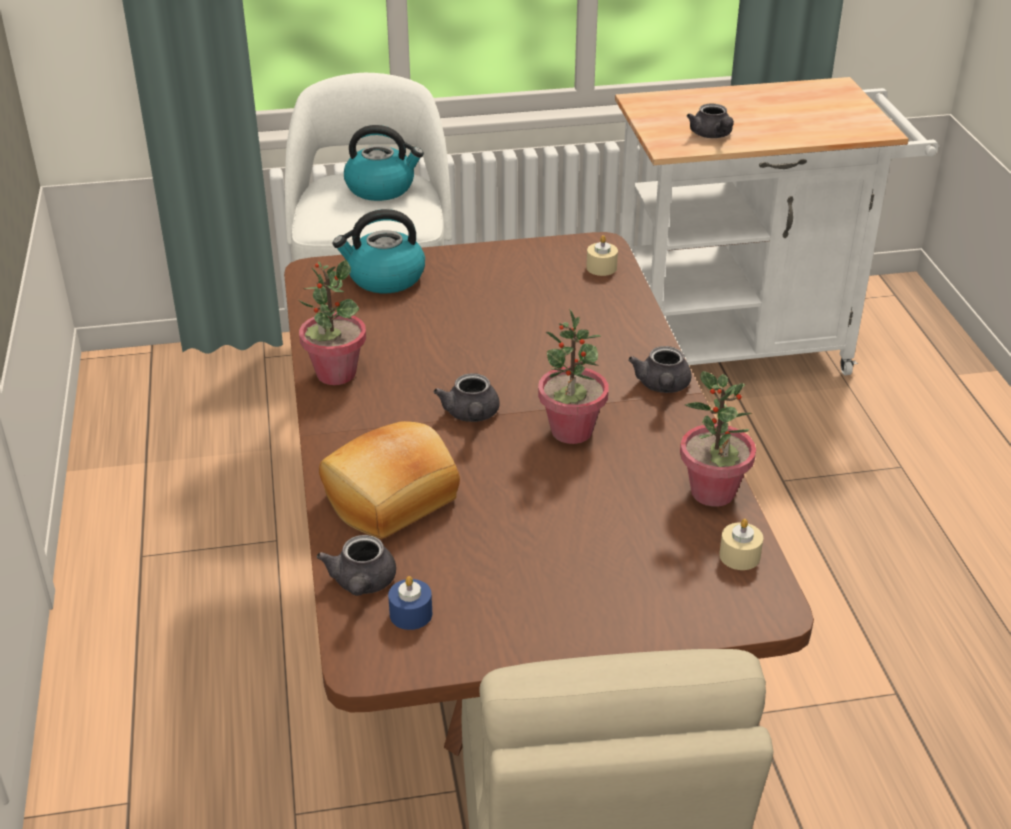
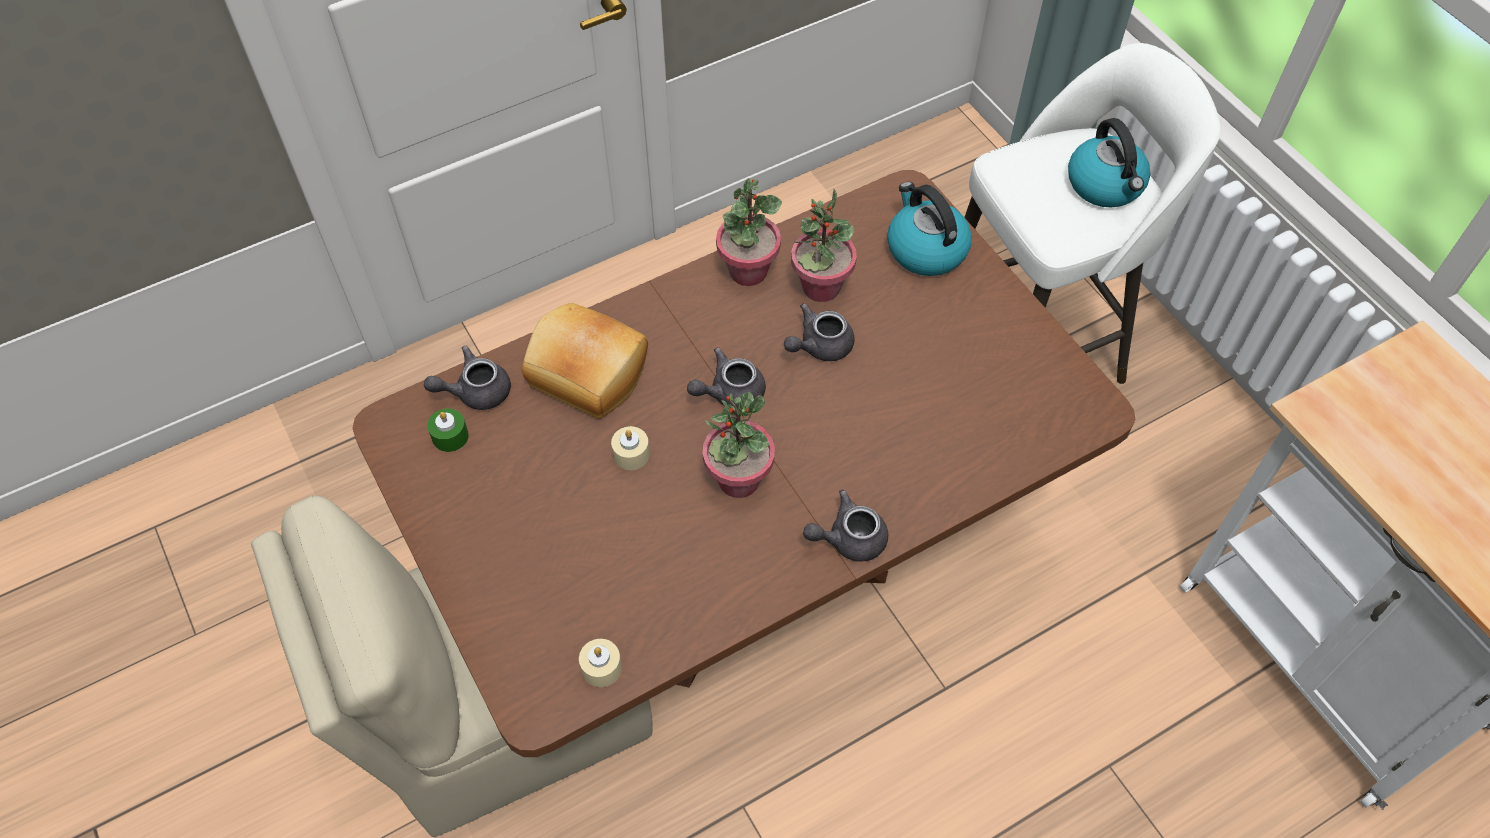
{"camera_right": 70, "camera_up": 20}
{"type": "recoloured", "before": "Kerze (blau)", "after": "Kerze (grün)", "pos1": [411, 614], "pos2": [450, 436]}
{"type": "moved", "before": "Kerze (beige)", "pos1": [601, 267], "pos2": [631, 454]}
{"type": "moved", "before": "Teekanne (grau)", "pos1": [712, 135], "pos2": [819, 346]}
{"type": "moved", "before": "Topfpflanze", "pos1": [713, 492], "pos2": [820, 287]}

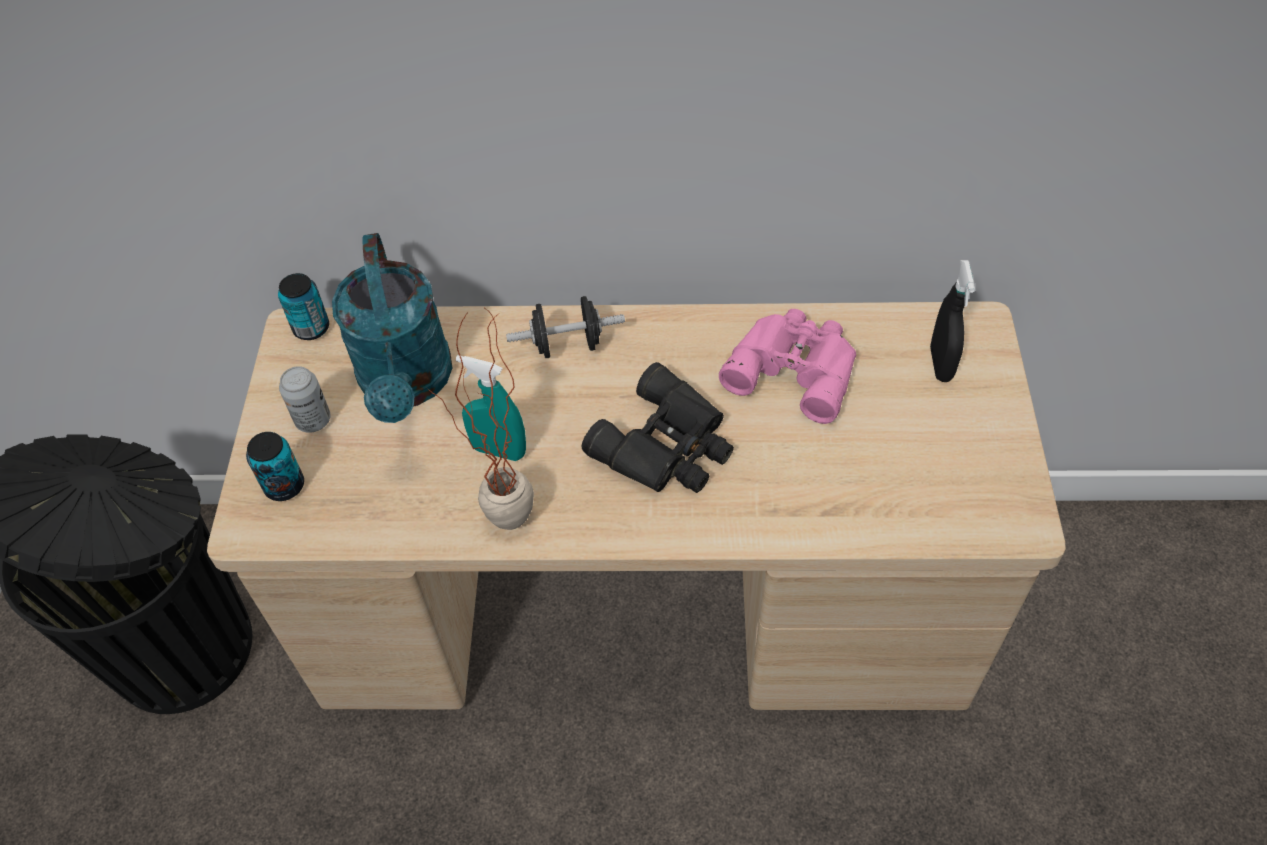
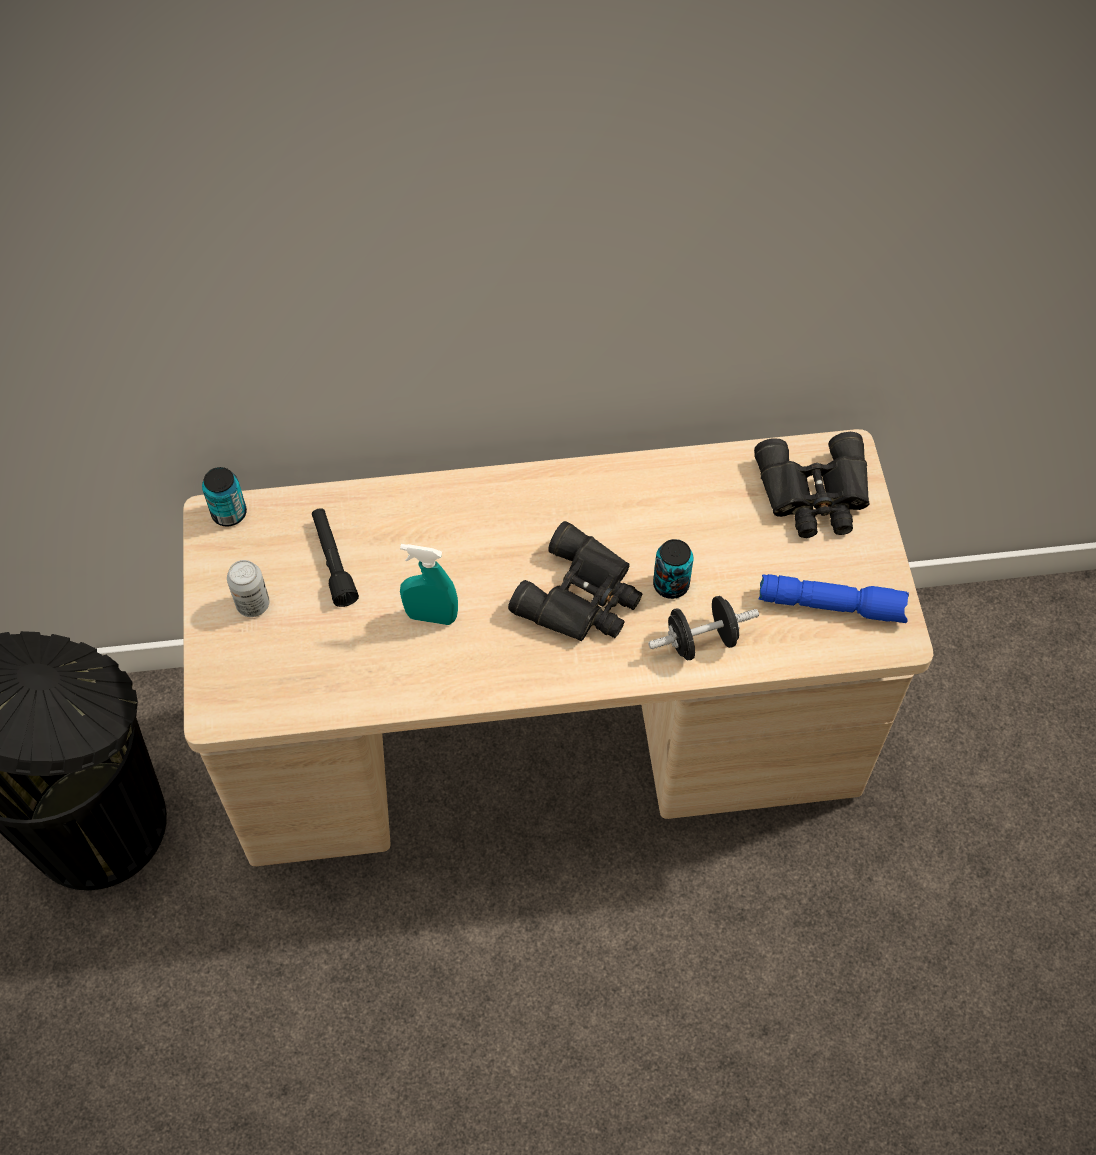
{"camera_right": -10, "camera_up": 5}
{"type": "replaced", "before": "Gießkanne (türkis)", "after": "Taschenlampe (schwarz)", "pos1": [407, 385], "pos2": [333, 562]}
{"type": "moved", "before": "Hantel (schwarz)", "pos1": [567, 345], "pos2": [701, 641]}
{"type": "moved", "before": "Dose", "pos1": [284, 486], "pos2": [671, 585]}
{"type": "replaced", "before": "Sprühflasche (schwarz)", "after": "Fernglas (schwarz)", "pos1": [940, 364], "pos2": [815, 495]}
{"type": "added", "after": "Taschenlampe (blau)", "pos2": [832, 604]}
{"type": "removed", "before": "Topfpflanze", "pos1": [506, 533]}
{"type": "removed", "before": "Fernglas (rosa)", "pos1": [794, 367]}

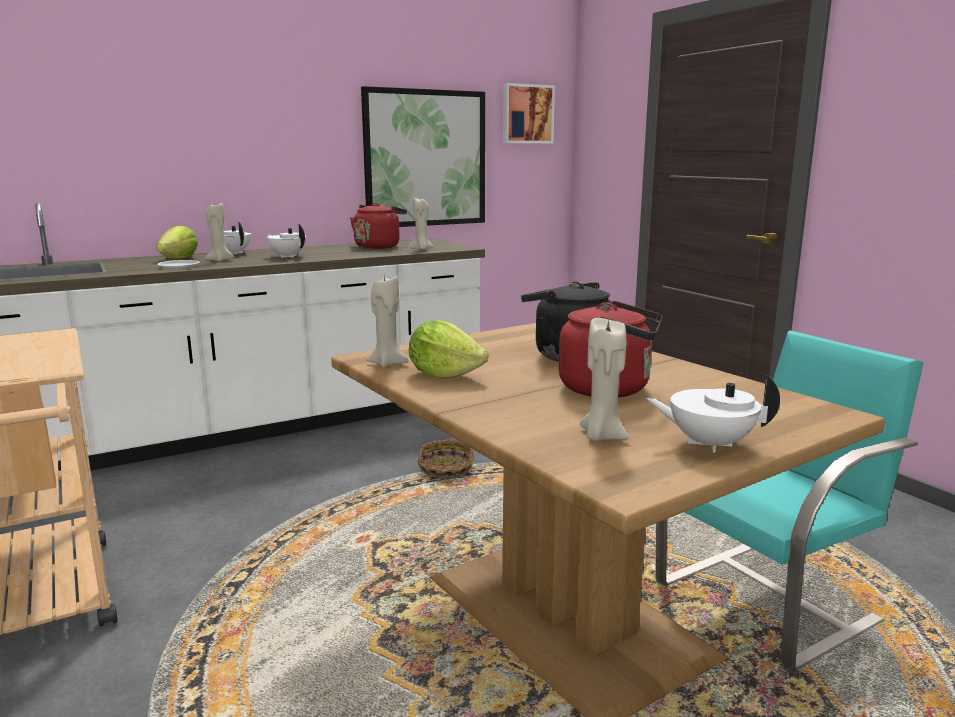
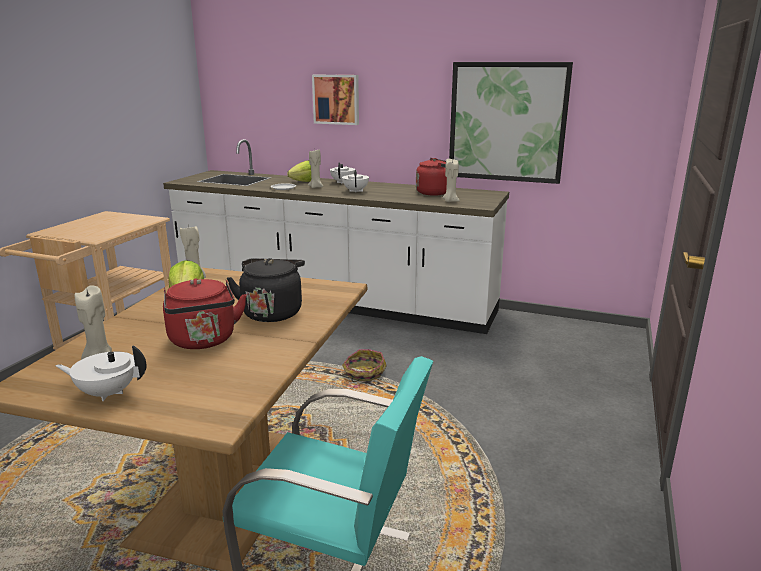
{"camera_right": 50, "camera_up": 5}
{"type": "turned", "before": "Teekanne (weiß)", "pos1": [709, 444], "pos2": [107, 393], "turn": -60}
{"type": "moved", "before": "Bild", "pos1": [527, 114], "pos2": [336, 99]}

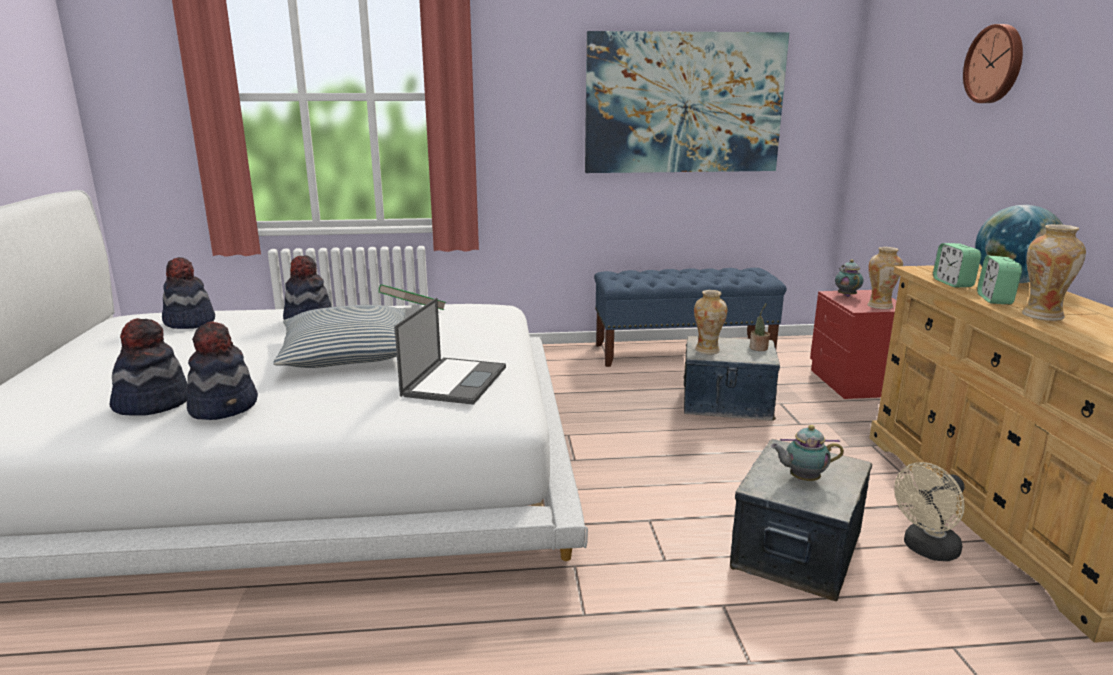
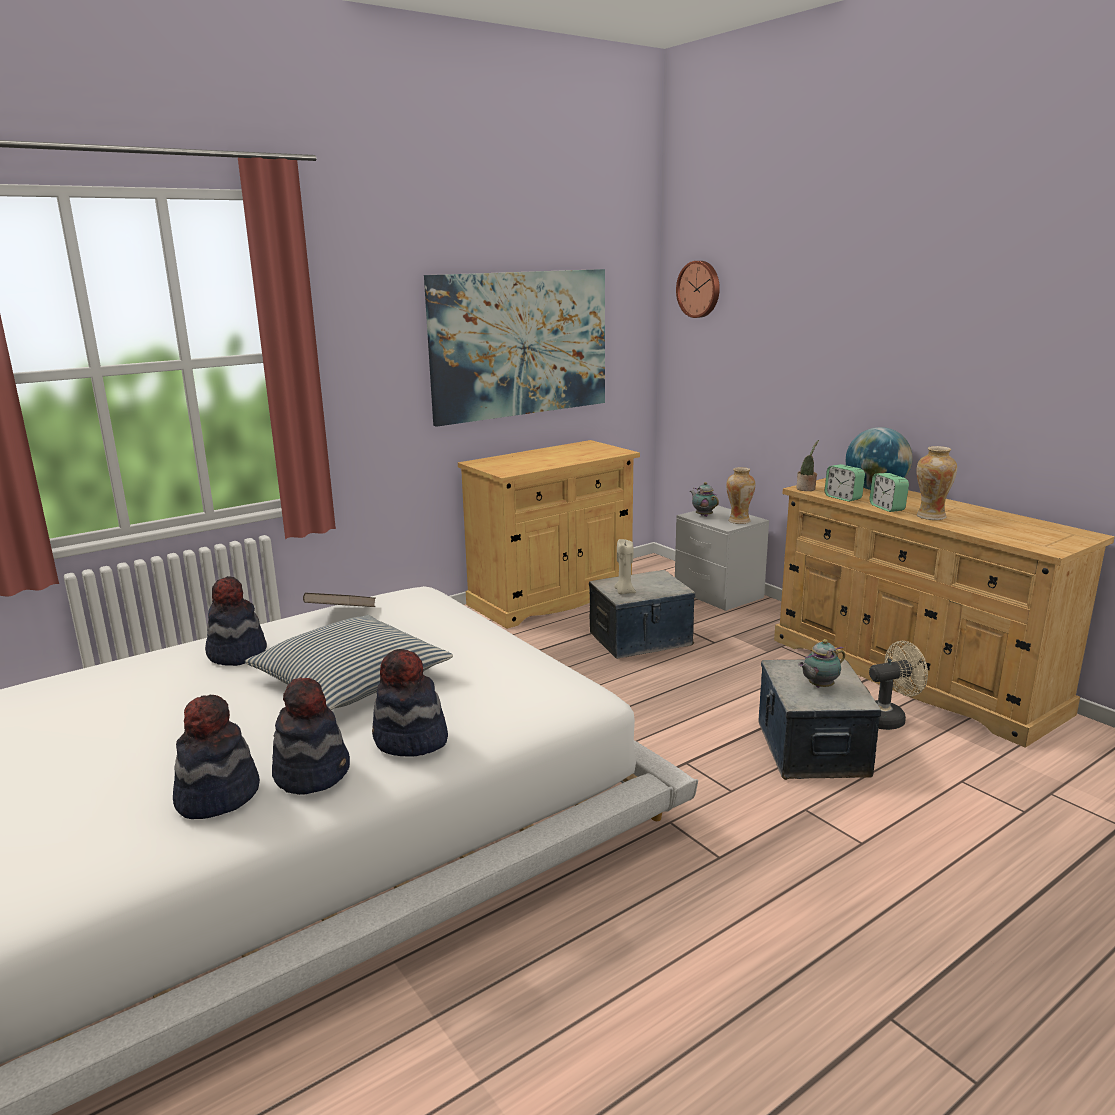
{"camera_right": -30, "camera_up": 0}
{"type": "recoloured", "before": "Buch (grün)", "after": "Buch (braun)", "pos1": [413, 311], "pos2": [342, 615]}
{"type": "moved", "before": "Hut", "pos1": [189, 322], "pos2": [410, 740]}
{"type": "replaced", "before": "Bank (blau)", "after": "Schrank (beige)", "pos1": [683, 352], "pos2": [552, 597]}
{"type": "replaced", "before": "Vase", "after": "Kerze (beige)", "pos1": [707, 350], "pos2": [624, 592]}
{"type": "recoloured", "before": "Nachttisch (rot)", "after": "Nachttisch (grau)", "pos1": [853, 383], "pos2": [718, 594]}
{"type": "moved", "before": "Wanduhr", "pos1": [995, 64], "pos2": [699, 289]}
{"type": "moved", "before": "Topfpflanze", "pos1": [758, 348], "pos2": [806, 489]}
{"type": "turned", "before": "Ventilator (beige)", "pos1": [926, 550], "pos2": [888, 718], "turn": -135}
{"type": "removed", "before": "Laptop", "pos1": [455, 380]}

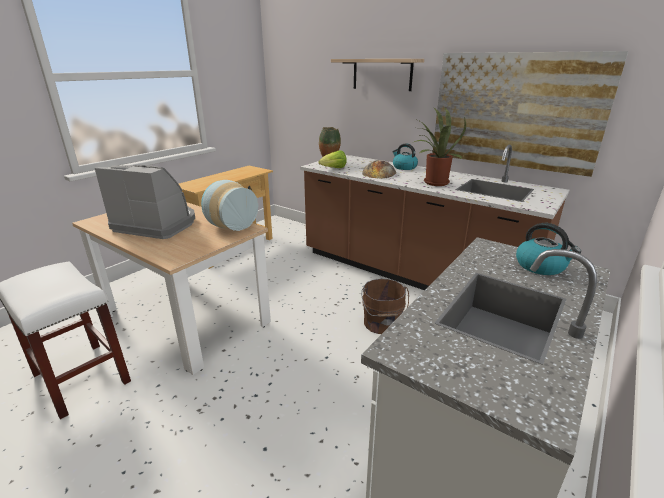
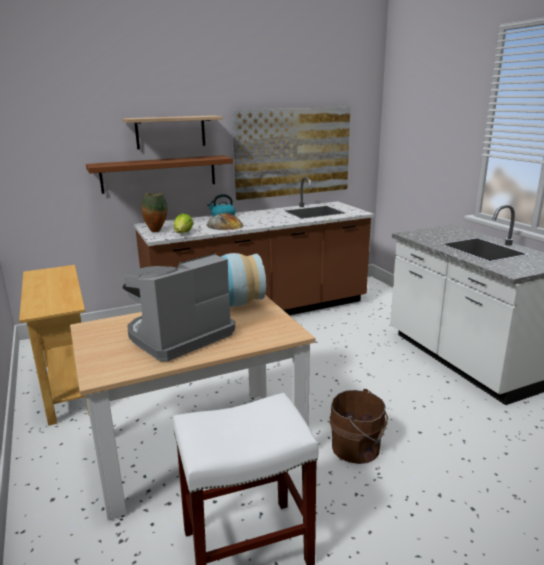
{"camera_right": -60, "camera_up": -5}
{"type": "added", "after": "Wandregal (braun)", "pos2": [159, 174]}
{"type": "moved", "before": "Eimer (braun)", "pos1": [382, 324], "pos2": [358, 448]}
{"type": "removed", "before": "Topfpflanze", "pos1": [433, 183]}
{"type": "removed", "before": "Wasserkessel", "pos1": [541, 266]}

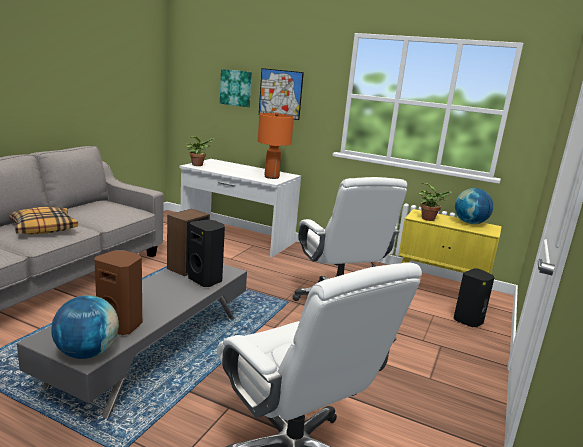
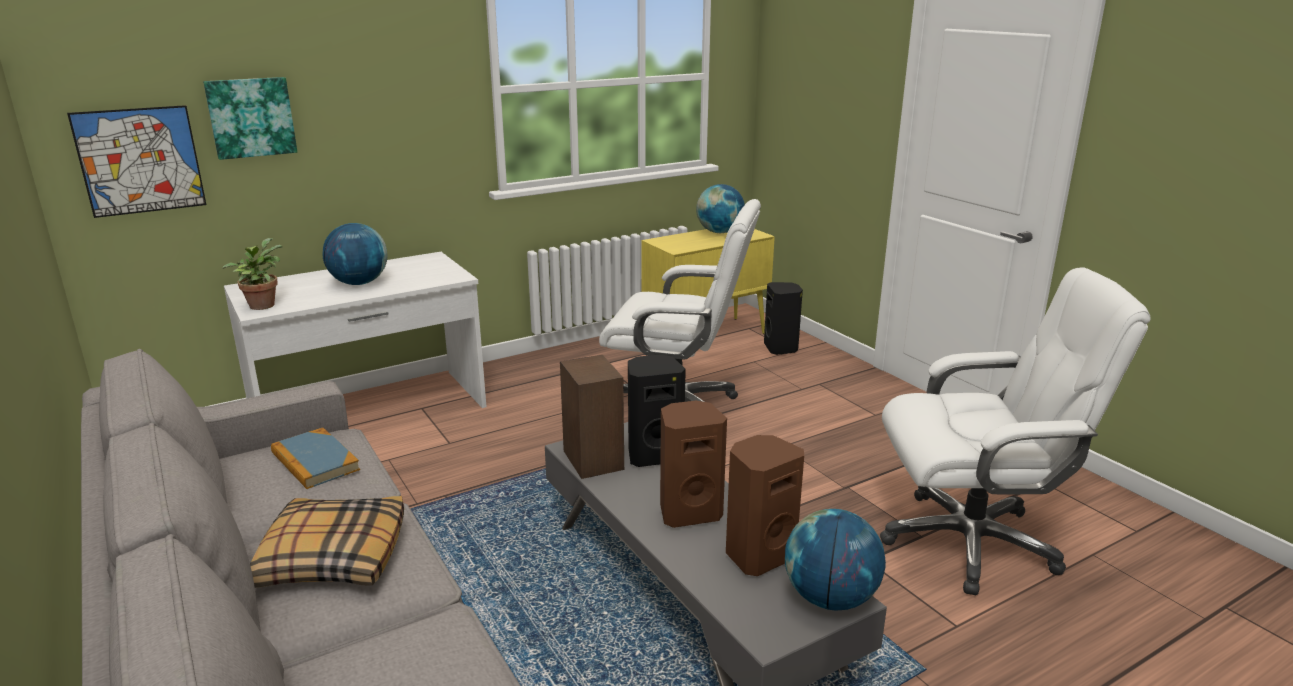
{"camera_right": -55, "camera_up": 5}
{"type": "moved", "before": "Bild", "pos1": [280, 94], "pos2": [140, 161]}
{"type": "added", "after": "Buch", "pos2": [315, 462]}
{"type": "added", "after": "Globus", "pos2": [359, 283]}
{"type": "added", "after": "Lautsprecher (braun)", "pos2": [689, 512]}
{"type": "removed", "before": "Tischlampe (orange)", "pos1": [271, 177]}
{"type": "removed", "before": "Topfpflanze", "pos1": [430, 219]}

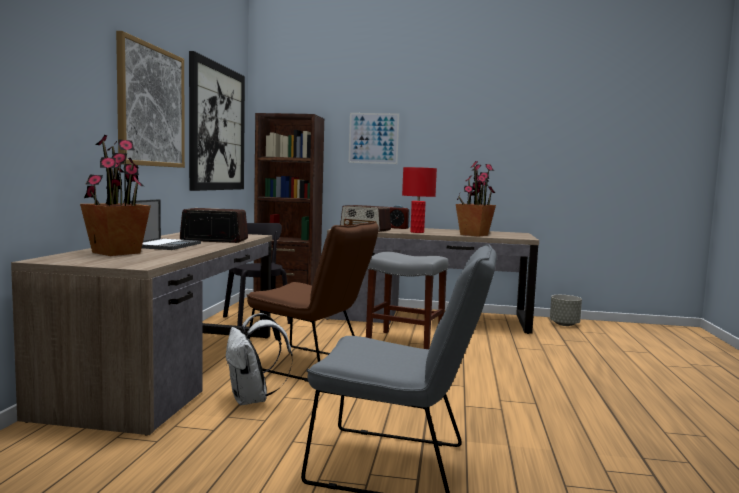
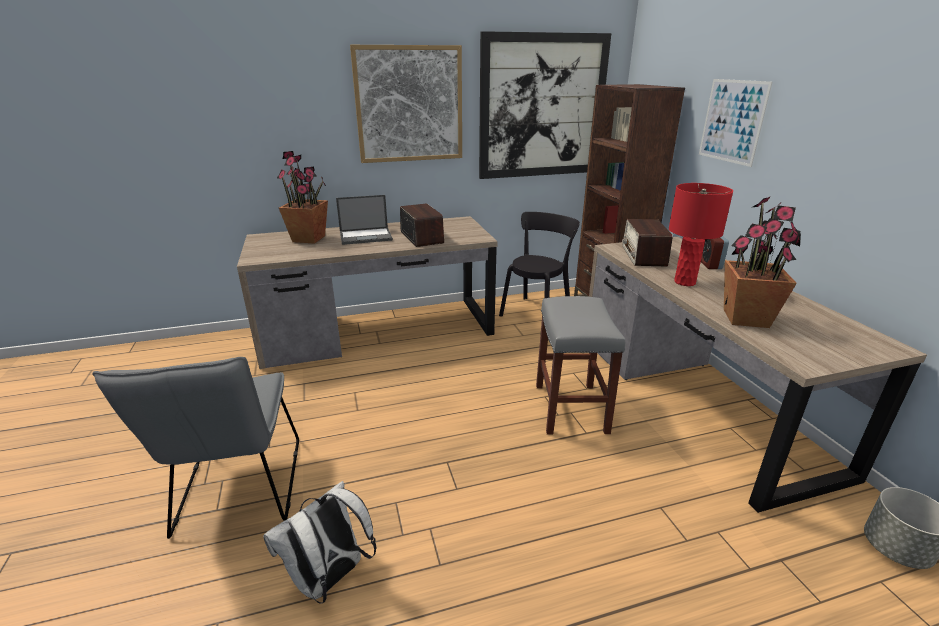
{"camera_right": 65, "camera_up": 20}
{"type": "moved", "before": "Rucksack (weiß)", "pos1": [252, 399], "pos2": [329, 579]}
{"type": "removed", "before": "Stuhl (braun)", "pos1": [311, 365]}

